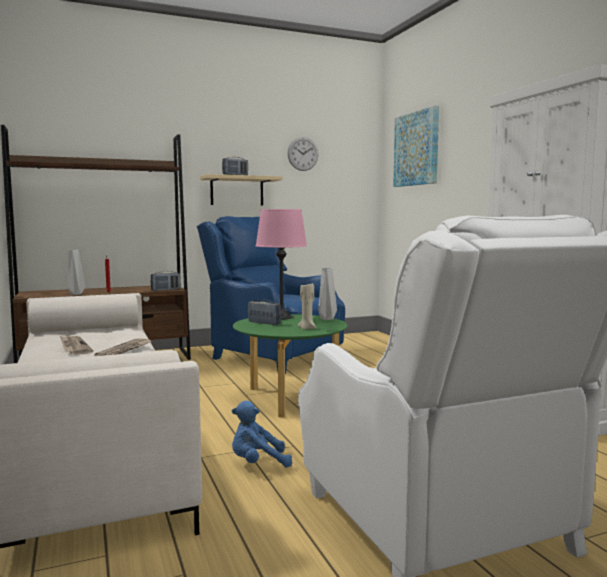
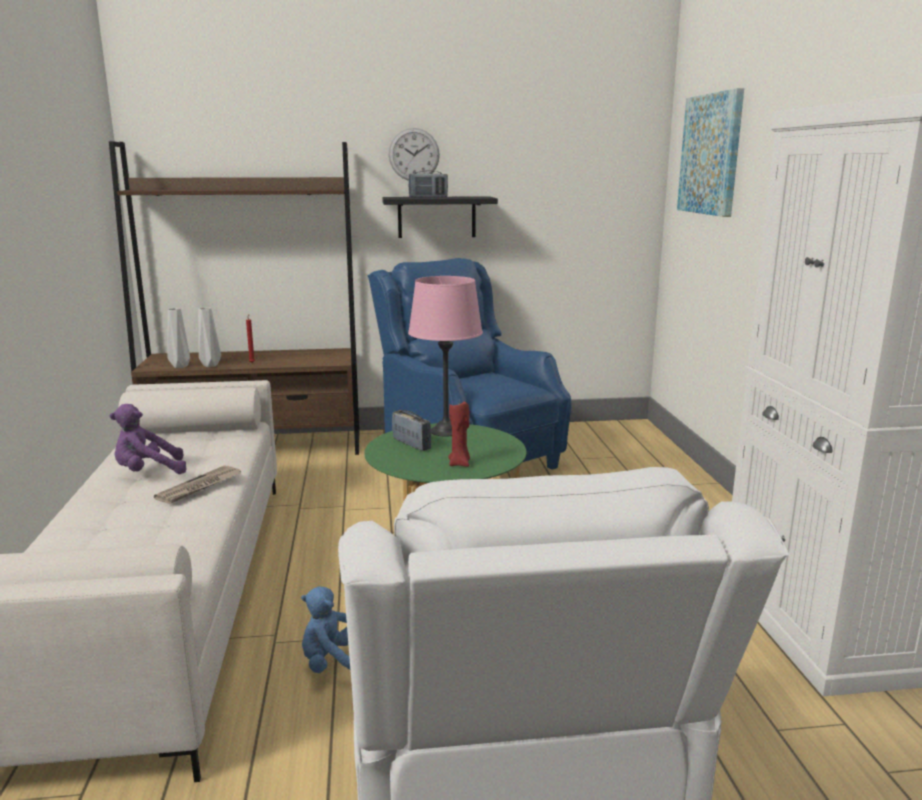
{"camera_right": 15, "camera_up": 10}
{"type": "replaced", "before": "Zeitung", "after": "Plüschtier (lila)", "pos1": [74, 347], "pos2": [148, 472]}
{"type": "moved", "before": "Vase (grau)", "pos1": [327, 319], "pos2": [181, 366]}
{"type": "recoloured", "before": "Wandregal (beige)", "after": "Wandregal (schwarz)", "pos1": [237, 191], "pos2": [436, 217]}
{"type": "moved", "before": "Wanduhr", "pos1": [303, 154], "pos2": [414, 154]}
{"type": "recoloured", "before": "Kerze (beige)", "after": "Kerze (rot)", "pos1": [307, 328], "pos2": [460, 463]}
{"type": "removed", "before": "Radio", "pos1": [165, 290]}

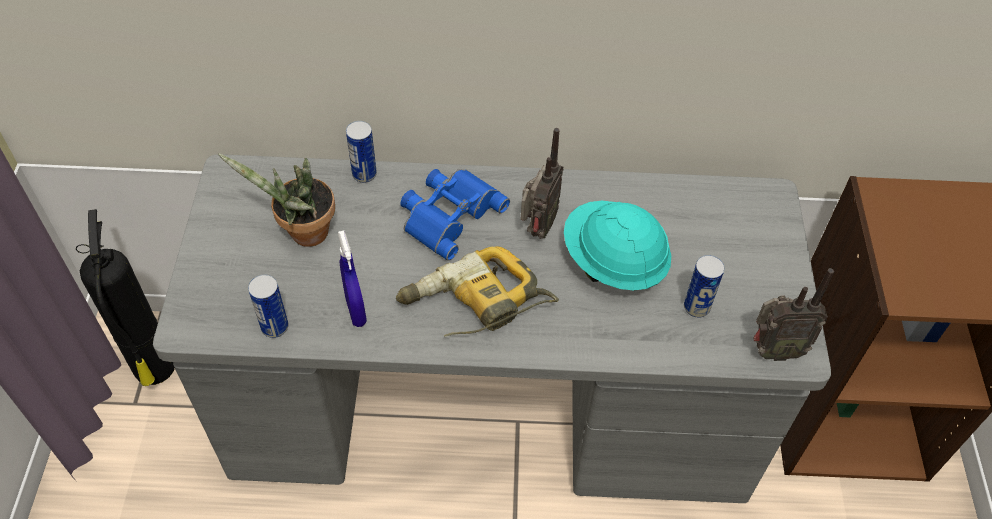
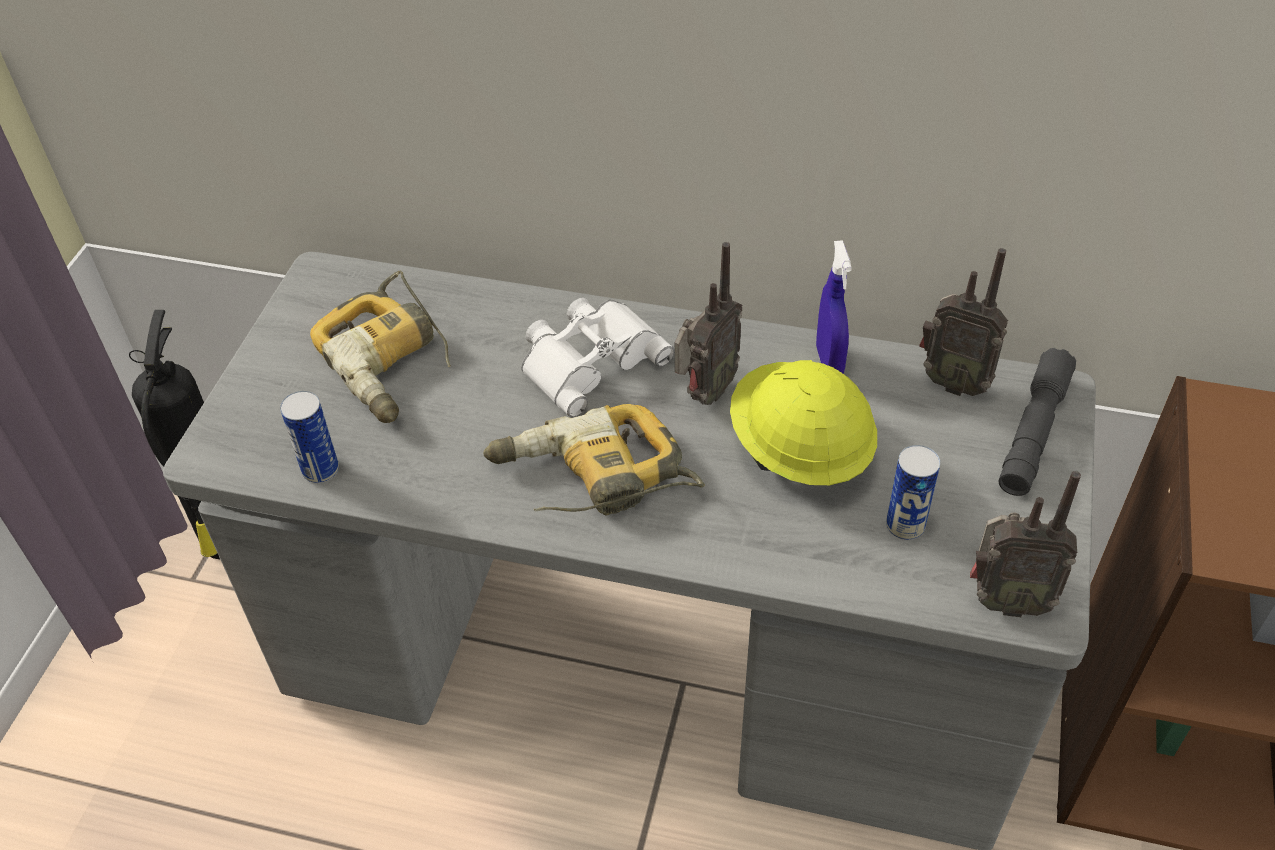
{"camera_right": 15, "camera_up": -5}
{"type": "replaced", "before": "Topfpflanze", "after": "Bohrmaschine", "pos1": [303, 234], "pos2": [392, 361]}
{"type": "recoloured", "before": "Fernglas (blau)", "after": "Fernglas (weiß)", "pos1": [449, 213], "pos2": [589, 359]}
{"type": "recoloured", "before": "Schutzhelm (türkis)", "after": "Schutzhelm (gelb)", "pos1": [612, 263], "pos2": [798, 450]}
{"type": "moved", "before": "Sprühflasche (blau)", "pos1": [356, 310], "pos2": [829, 362]}
{"type": "added", "after": "Radio", "pos2": [953, 382]}
{"type": "added", "after": "Taschenlampe (grau)", "pos2": [1033, 432]}
{"type": "removed", "before": "Dose", "pos1": [364, 174]}

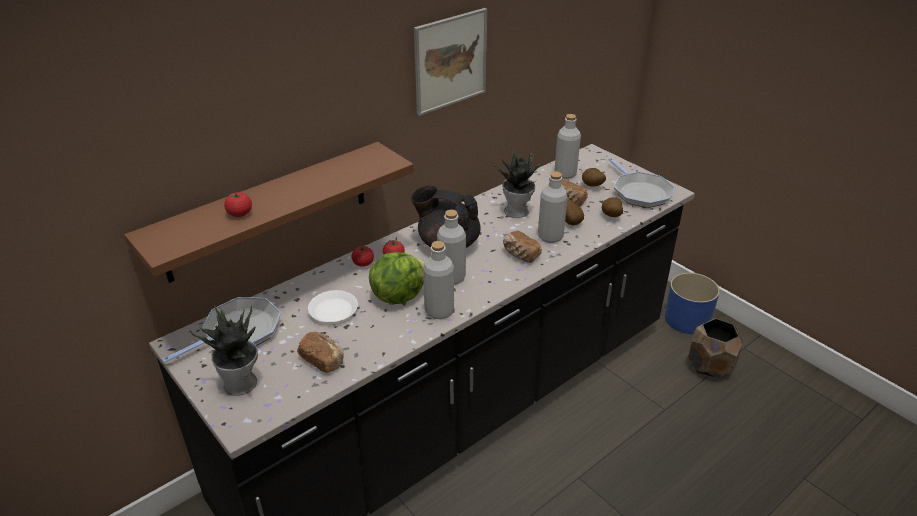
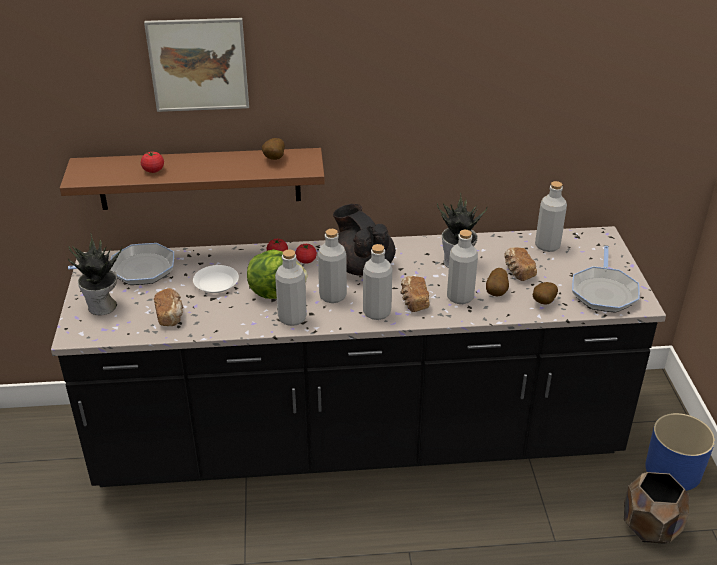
{"camera_right": 35, "camera_up": 0}
{"type": "moved", "before": "Bild", "pos1": [450, 61], "pos2": [198, 65]}
{"type": "moved", "before": "Kartoffel", "pos1": [592, 186], "pos2": [273, 159]}
{"type": "added", "after": "Flasche (grau)", "pos2": [377, 312]}

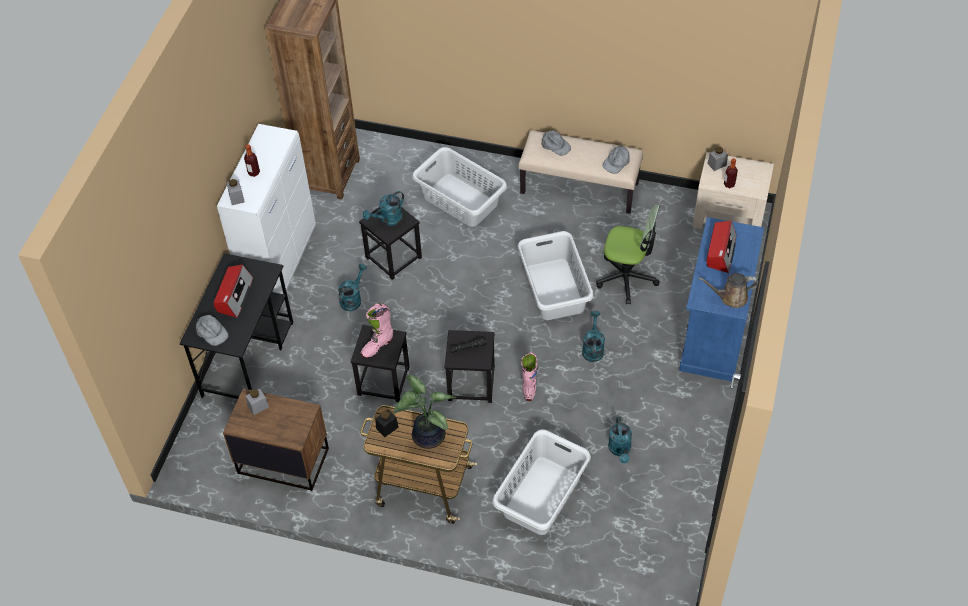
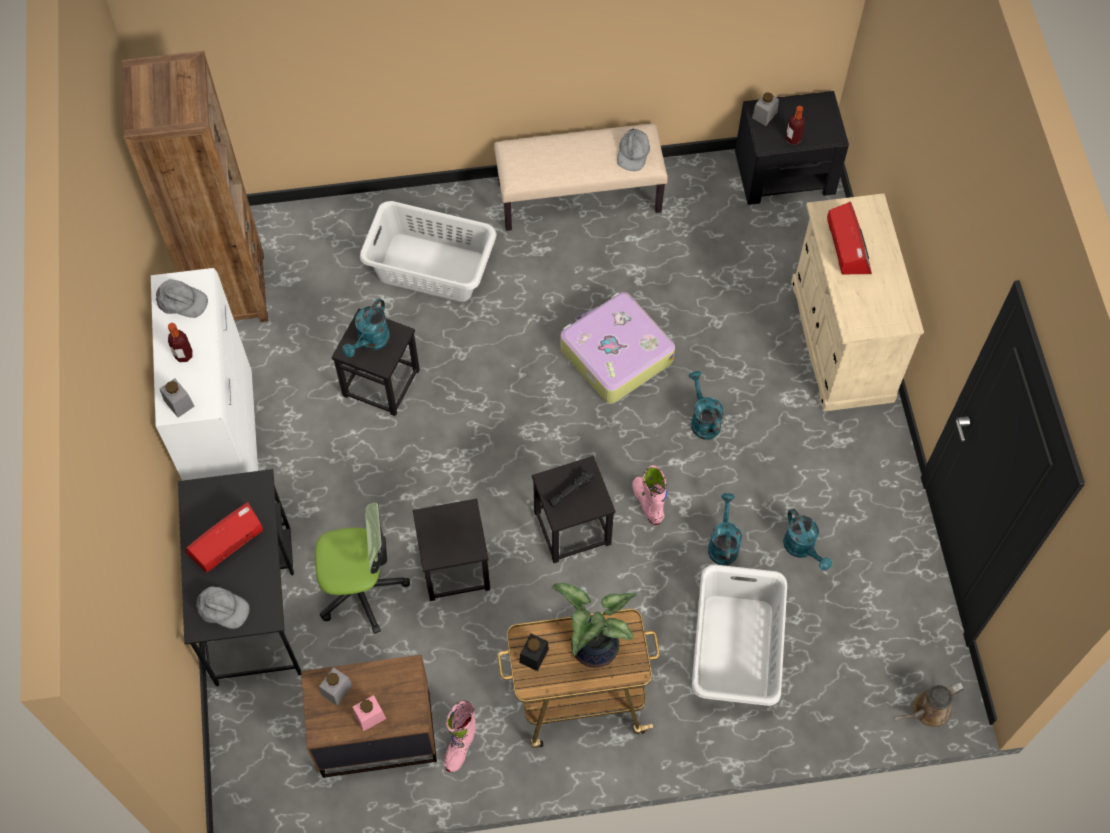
{"camera_right": -25, "camera_up": 10}
{"type": "moved", "before": "Kappe (grau)", "pos1": [555, 146], "pos2": [182, 302]}
{"type": "turned", "before": "Radio", "pos1": [234, 296], "pos2": [226, 541], "turn": -120}
{"type": "moved", "before": "Bürostuhl", "pos1": [626, 278], "pos2": [361, 588]}
{"type": "added", "after": "Vorratsglas (rosa)", "pos2": [370, 716]}
{"type": "moved", "before": "Stiefel (rosa)", "pos1": [377, 346], "pos2": [460, 745]}
{"type": "replaced", "before": "Wäschekorb (grau)", "after": "Koffer", "pos1": [554, 290], "pos2": [615, 355]}
{"type": "moved", "before": "Gießkanne (türkis)", "pos1": [352, 298], "pos2": [723, 543]}
{"type": "recoloured", "before": "Nachttisch (beige)", "after": "Nachttisch (schwarz)", "pos1": [729, 215], "pos2": [785, 172]}
{"type": "recoloured", "before": "Schrank (blau)", "after": "Schrank (beige)", "pos1": [714, 331], "pos2": [841, 340]}
{"type": "moved", "before": "Gießkanne (braun)", "pos1": [730, 297], "pos2": [927, 711]}

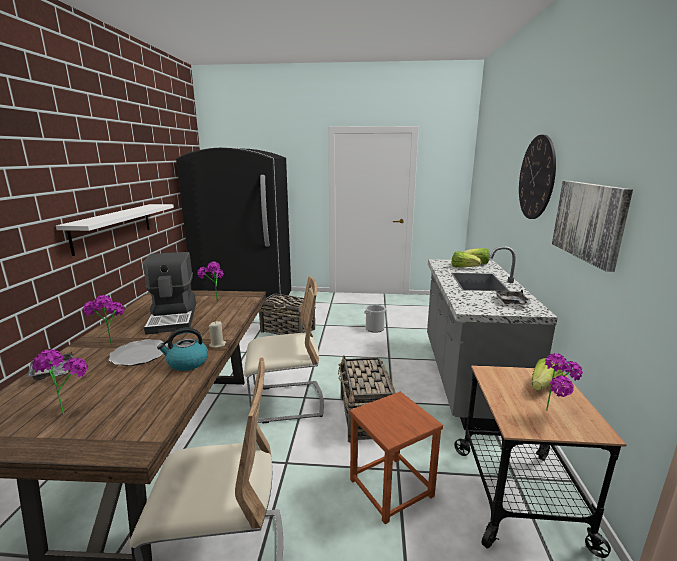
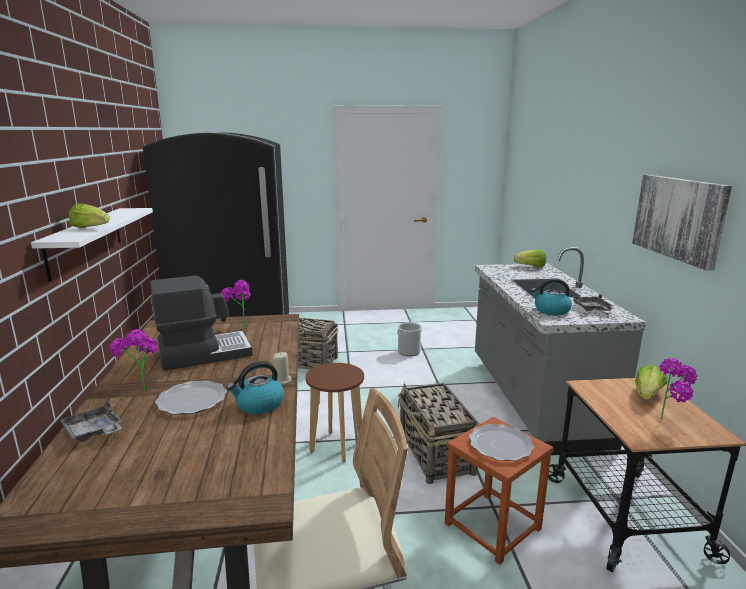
{"camera_right": -10, "camera_up": 0}
{"type": "moved", "before": "Salatkopf", "pos1": [463, 267], "pos2": [90, 228]}
{"type": "turned", "before": "Kaffeemaschine", "pos1": [174, 318], "pos2": [204, 353], "turn": -90}
{"type": "replaced", "before": "Stuhl (beige)", "after": "Hocker (braun)", "pos1": [286, 402], "pos2": [337, 447]}
{"type": "added", "after": "Teller", "pos2": [501, 445]}
{"type": "added", "after": "Wasserkessel", "pos2": [551, 310]}
{"type": "removed", "before": "Topfpflanze", "pos1": [67, 408]}
{"type": "removed", "before": "Wanduhr", "pos1": [536, 177]}

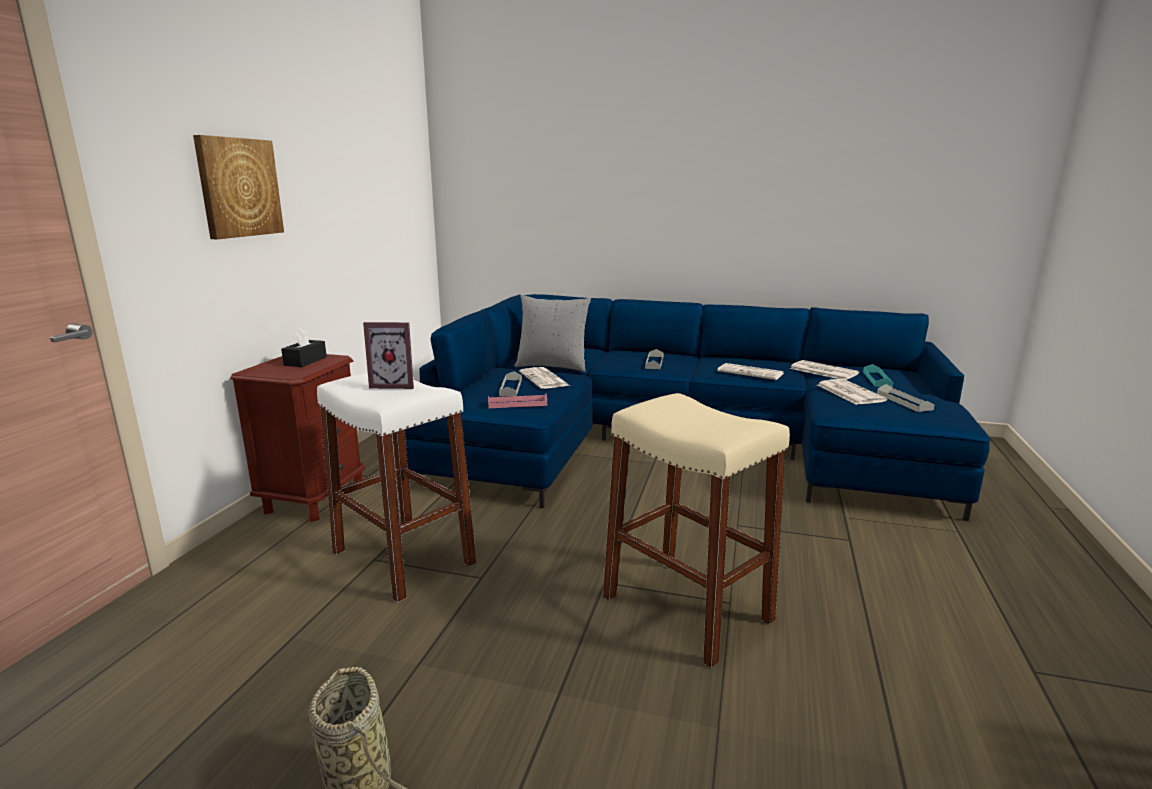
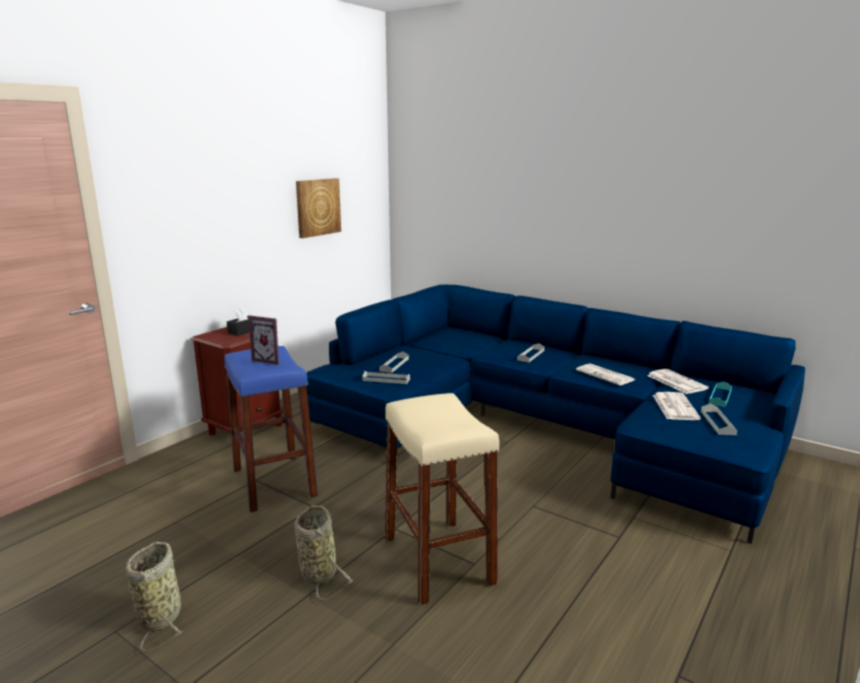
{"camera_right": 20, "camera_up": 0}
{"type": "recoloured", "before": "Hocker (weiß)", "after": "Hocker (blau)", "pos1": [403, 557], "pos2": [274, 482]}
{"type": "added", "after": "Korb", "pos2": [318, 572]}
{"type": "moved", "before": "Bild", "pos1": [238, 187], "pos2": [317, 207]}
{"type": "recoloured", "before": "Tablett (rosa)", "after": "Tablett (grau)", "pos1": [517, 404], "pos2": [386, 379]}
{"type": "removed", "before": "Kissen (grau)", "pos1": [552, 366]}
{"type": "removed", "before": "Zeitung", "pos1": [544, 379]}

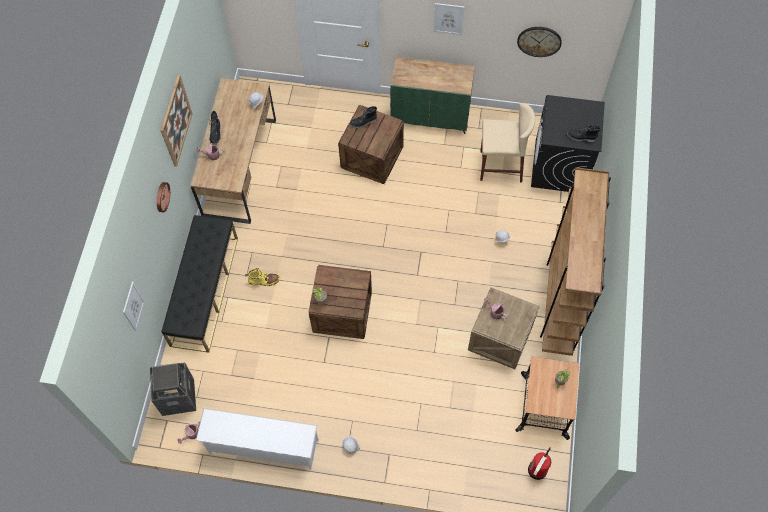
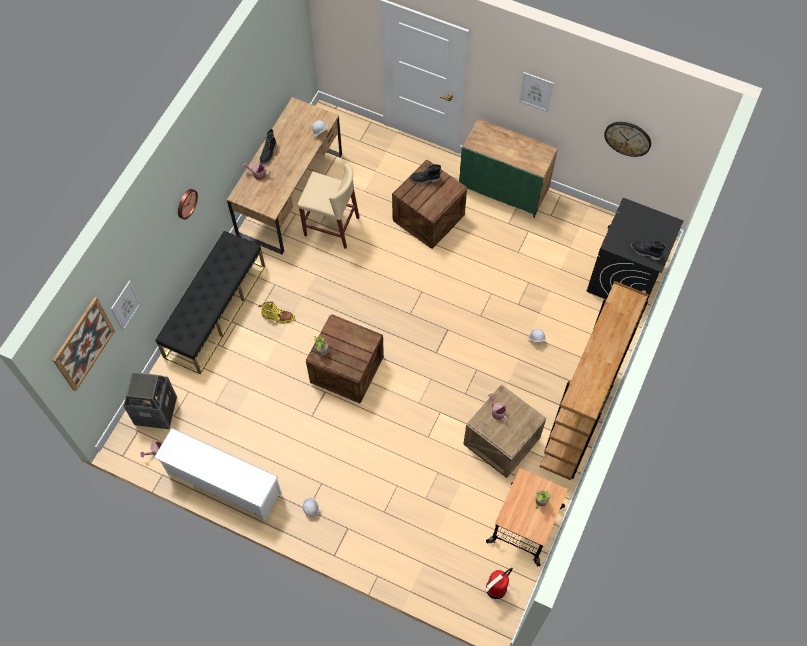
{"camera_right": 15, "camera_up": 0}
{"type": "moved", "before": "Bild", "pos1": [176, 121], "pos2": [83, 344]}
{"type": "moved", "before": "Hocker (beige)", "pos1": [500, 166], "pos2": [331, 226]}

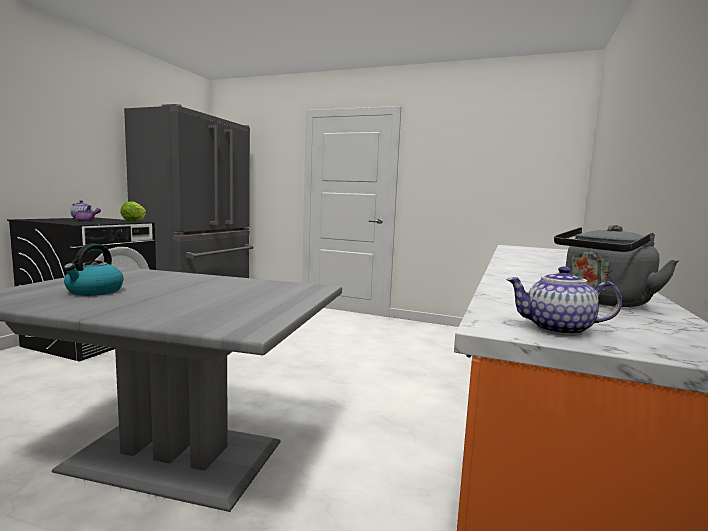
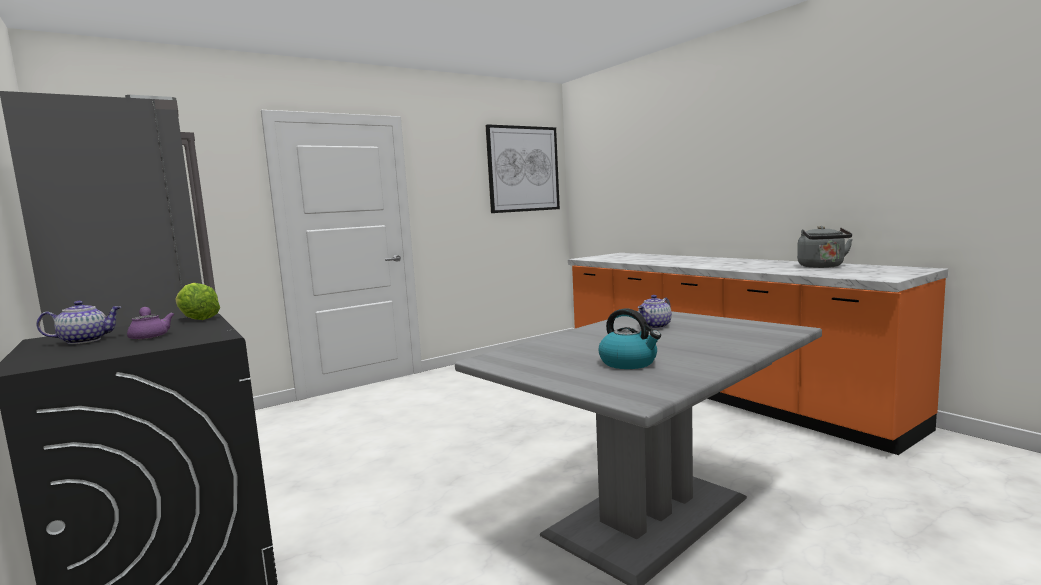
{"camera_right": -55, "camera_up": 0}
{"type": "added", "after": "Bild", "pos2": [523, 169]}
{"type": "moved", "before": "Teekanne", "pos1": [557, 329], "pos2": [655, 326]}

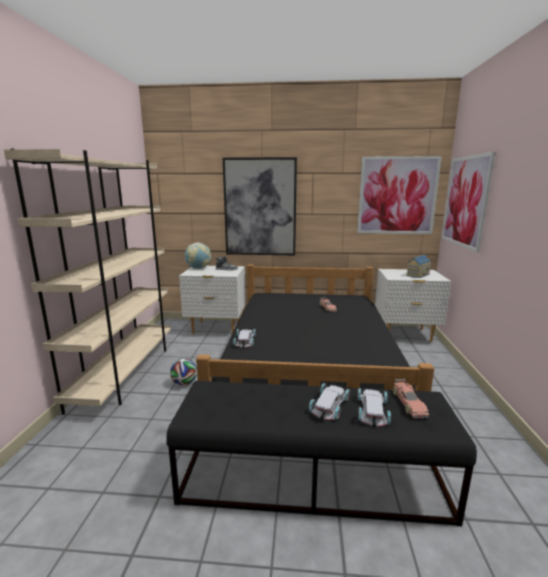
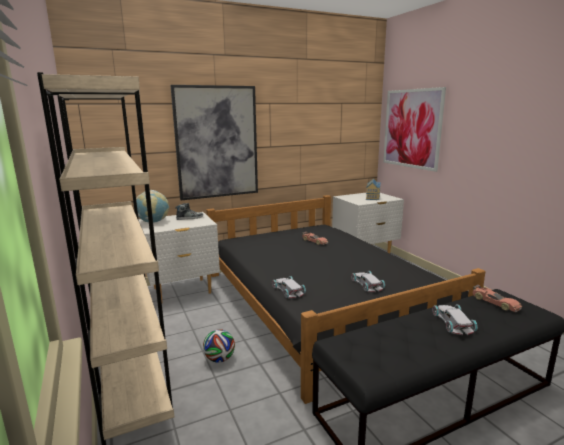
{"camera_right": -30, "camera_up": 0}
{"type": "moved", "before": "Spielzeugauto (weiß)", "pos1": [373, 410], "pos2": [367, 284]}
{"type": "removed", "before": "Bild", "pos1": [397, 196]}

